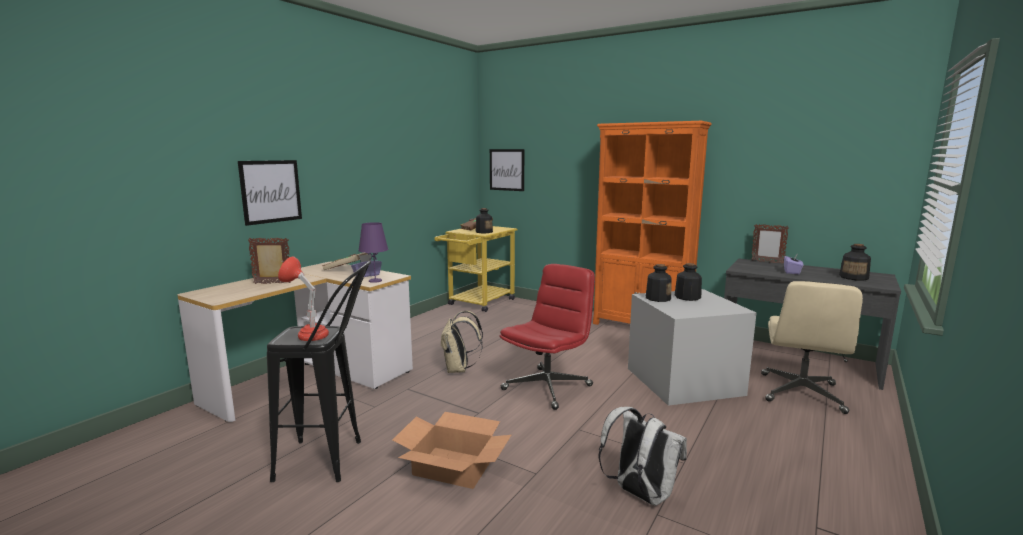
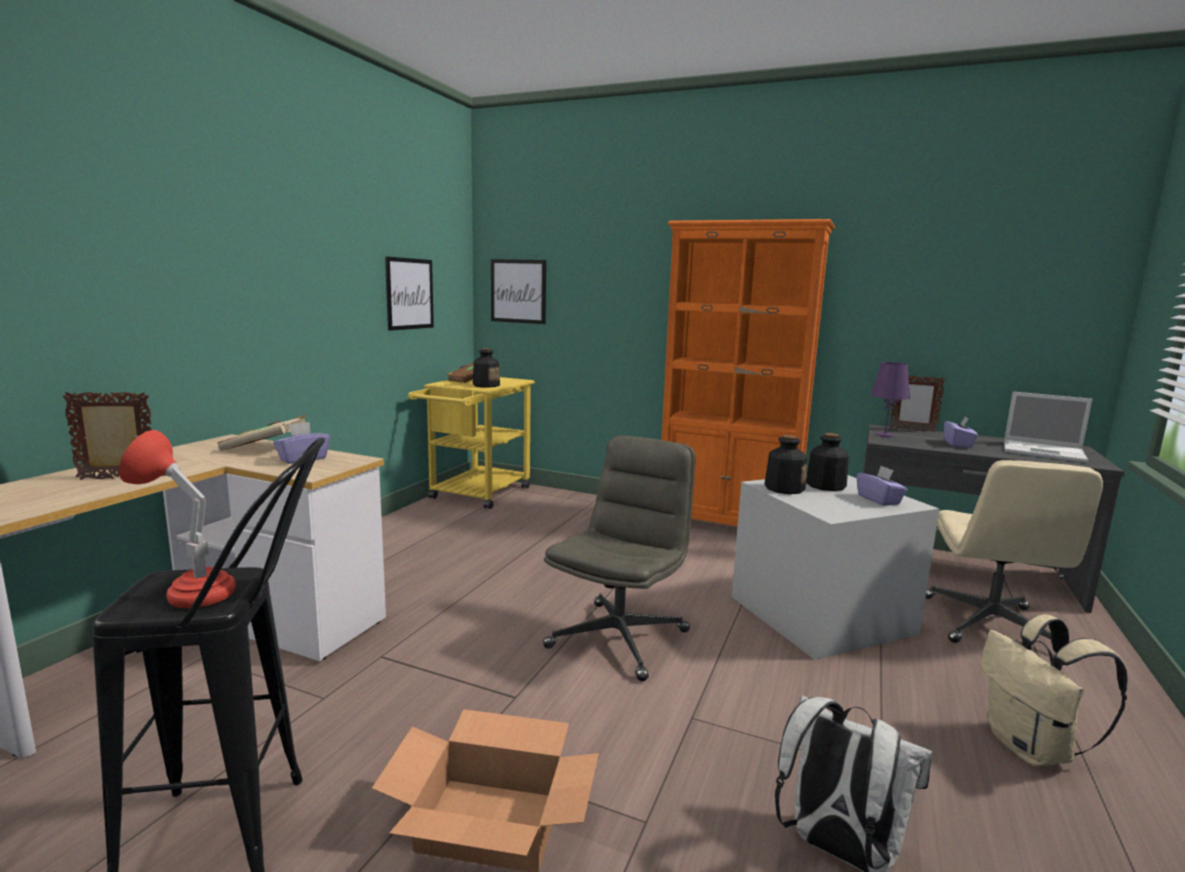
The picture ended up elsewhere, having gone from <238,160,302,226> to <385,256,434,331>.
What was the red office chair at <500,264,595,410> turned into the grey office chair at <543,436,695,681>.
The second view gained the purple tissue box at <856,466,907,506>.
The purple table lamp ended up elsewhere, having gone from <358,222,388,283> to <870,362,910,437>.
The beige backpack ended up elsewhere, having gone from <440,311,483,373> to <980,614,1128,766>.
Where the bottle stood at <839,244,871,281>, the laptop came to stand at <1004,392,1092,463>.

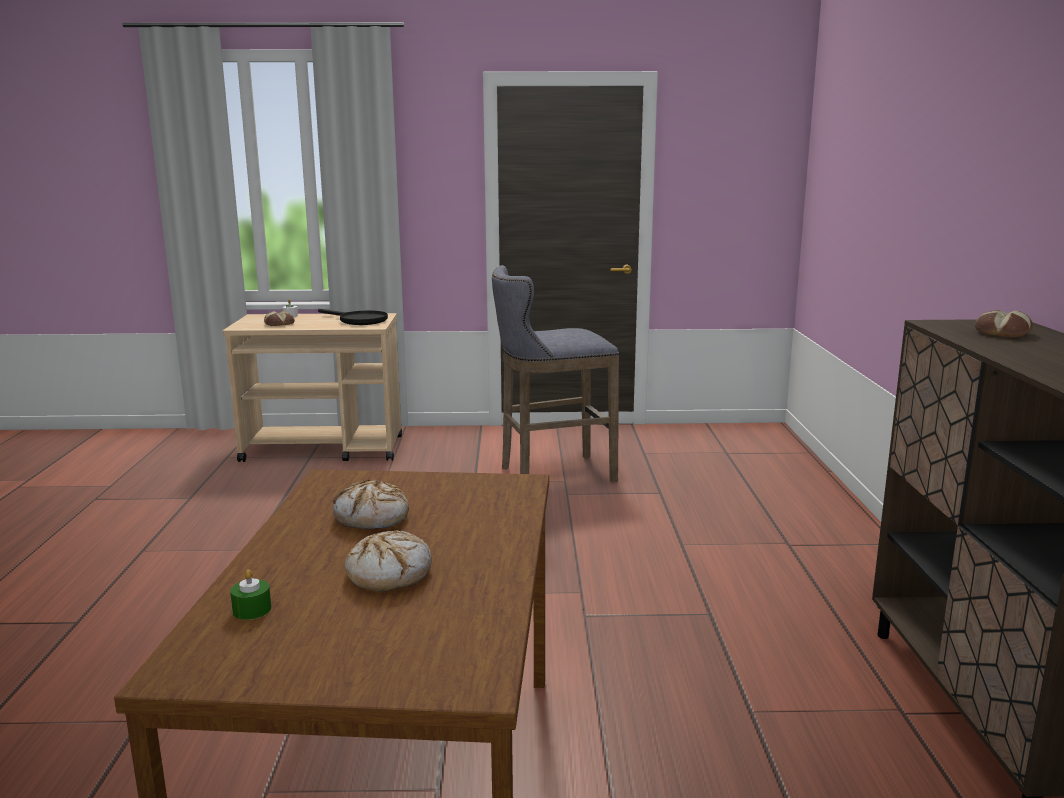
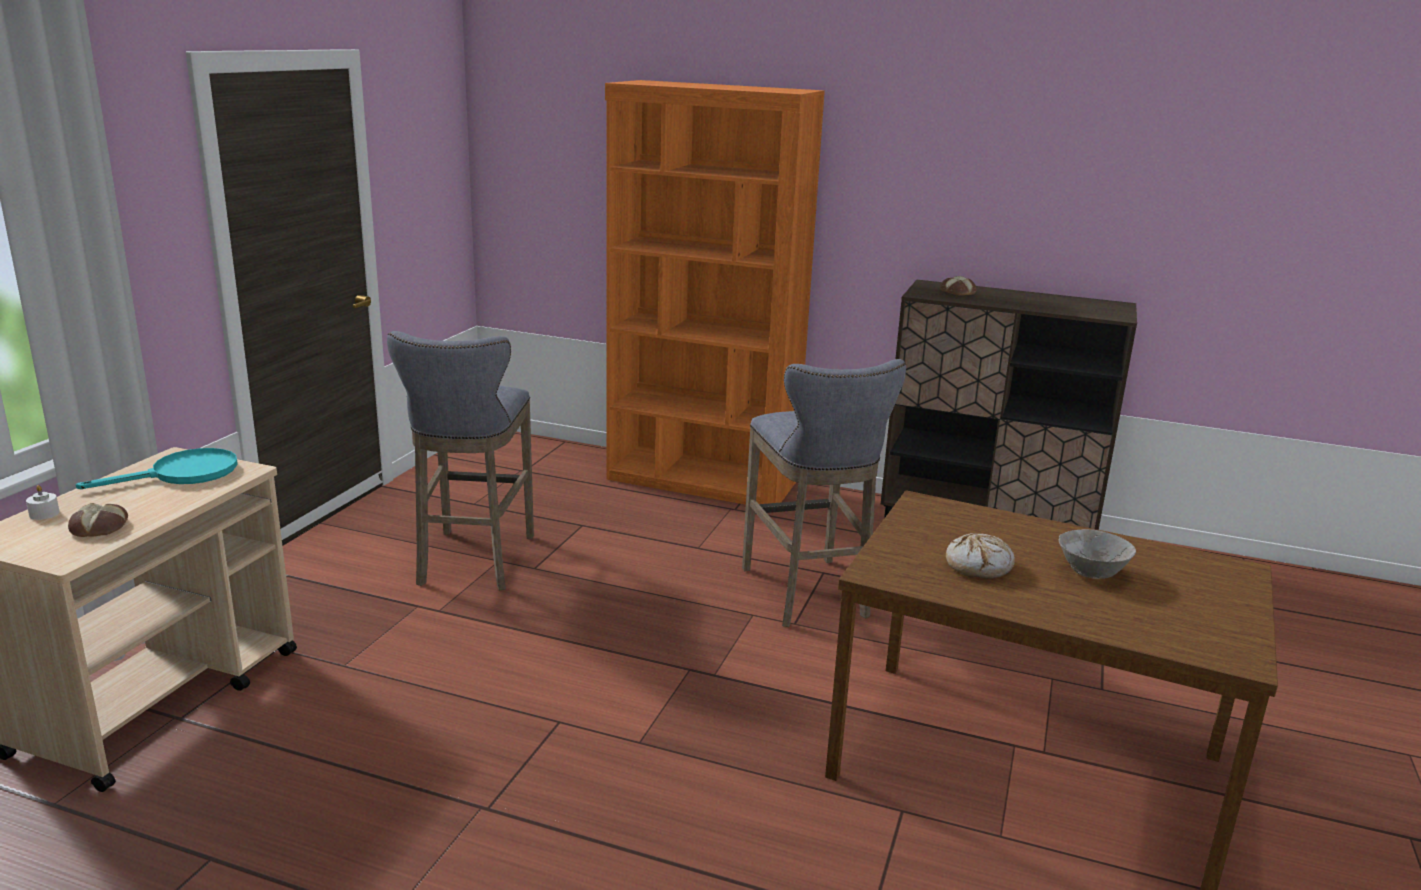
What was the black frying pan at <318,309,388,325> turned into the turquoise frying pan at <76,448,238,489>.
The second view gained the orange bookcase at <605,80,825,505>.
The second view gained the grey stool at <742,359,906,627>.
Where the bread stood at <345,530,432,592>, the grey bowl came to stand at <1059,529,1136,579>.
The second view lost the green candle at <230,569,271,620>.

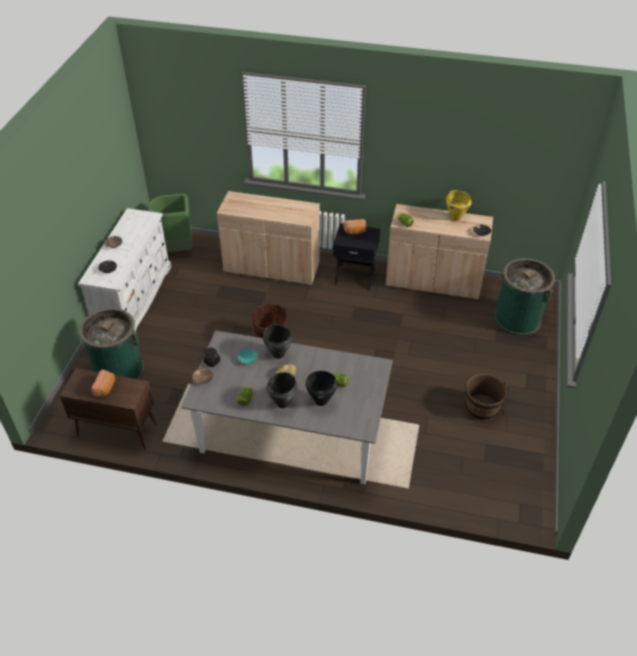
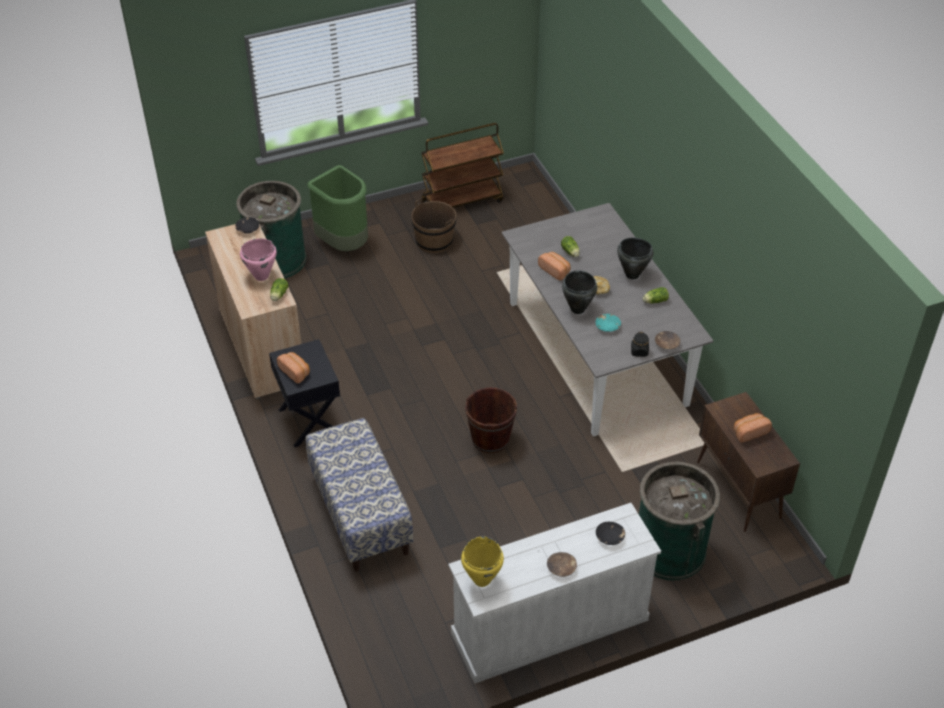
The second view gained the pink cooking pot at <240,238,277,281>.
Where the beige cabinet stood at <217,191,320,285>, the bench came to stand at <306,418,413,571>.
The green trash can ended up elsewhere, having gone from <148,194,193,252> to <307,165,368,251>.
The second view gained the brown cart at <420,123,504,208>.
The yellow cooking pot ended up elsewhere, having gone from <446,190,471,221> to <461,536,504,587>.
The second view gained the bread at <538,252,571,281>.
The second view lost the black cooking pot at <306,371,338,406>.

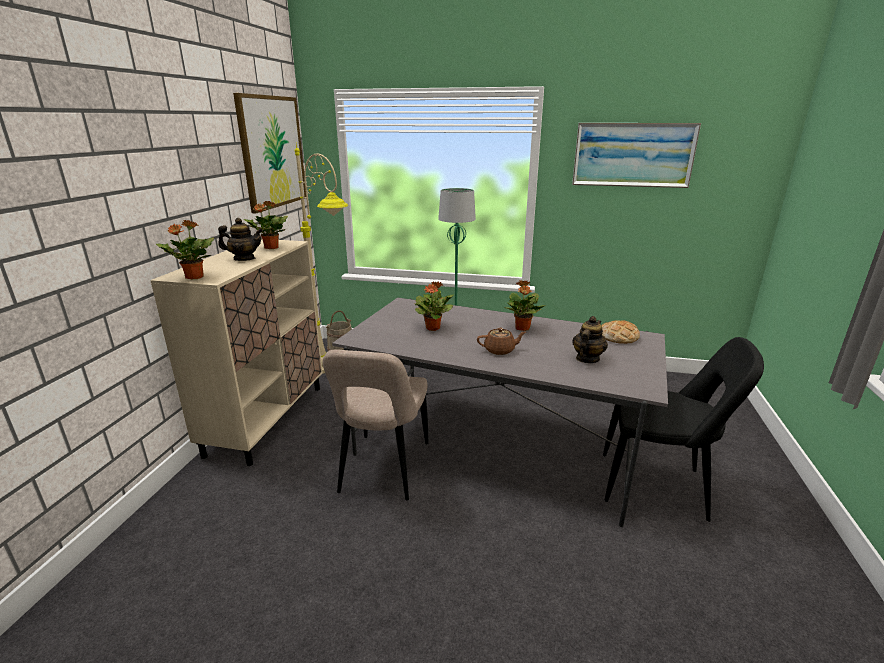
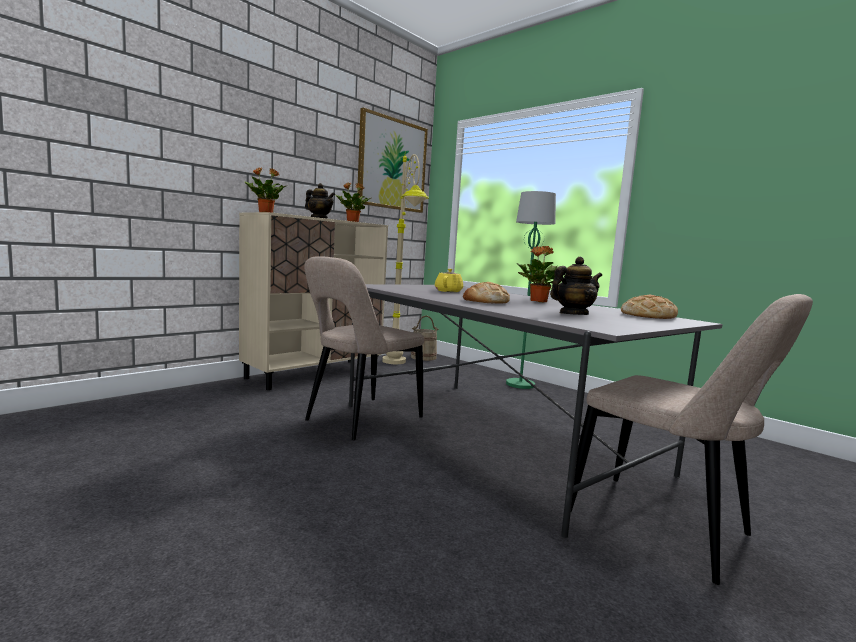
Where the potted plant stood at <414,281,453,331>, the yellow teapot came to stand at <435,269,463,292>.
Where the brown teapot stood at <477,328,526,355>, the bread came to stand at <463,282,510,304>.
What was the black chair at <603,337,764,522> turned into the beige chair at <571,294,813,585>.
The second view lost the picture at <572,123,701,188>.

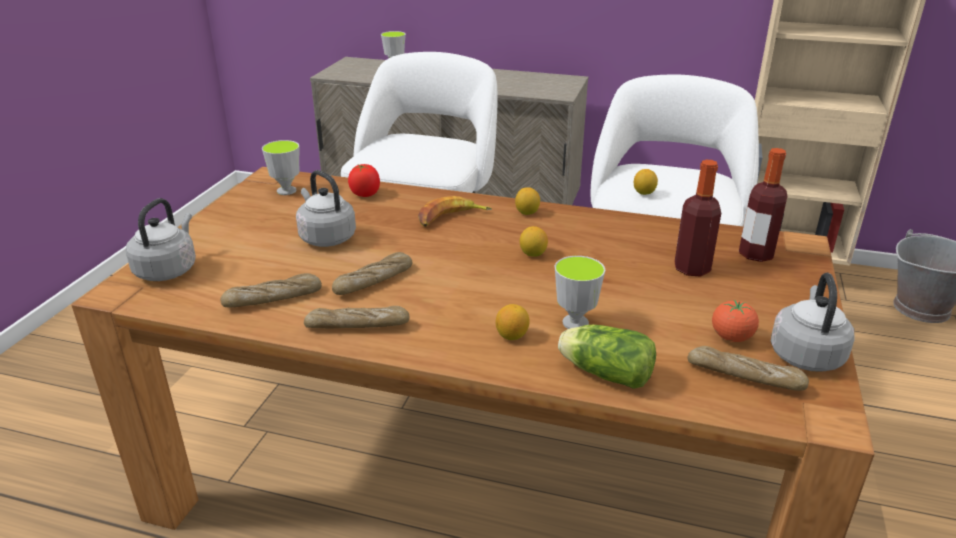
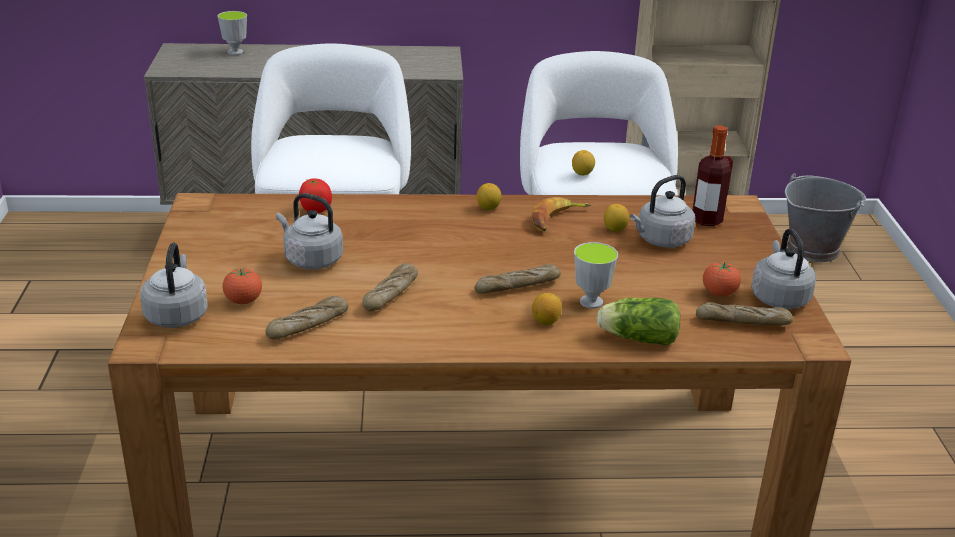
The second view gained the tomato at <223,268,262,304>.
The bread ended up elsewhere, having gone from <304,306,409,328> to <474,264,561,294>.
The banana ended up elsewhere, having gone from <418,196,492,227> to <532,197,591,231>.
The lemon ended up elsewhere, having gone from <520,226,548,257> to <604,204,629,232>.
Where the bottle stood at <675,160,721,276>, the grey kettle came to stand at <630,175,695,248>.
The second view lost the cup at <262,140,299,195>.

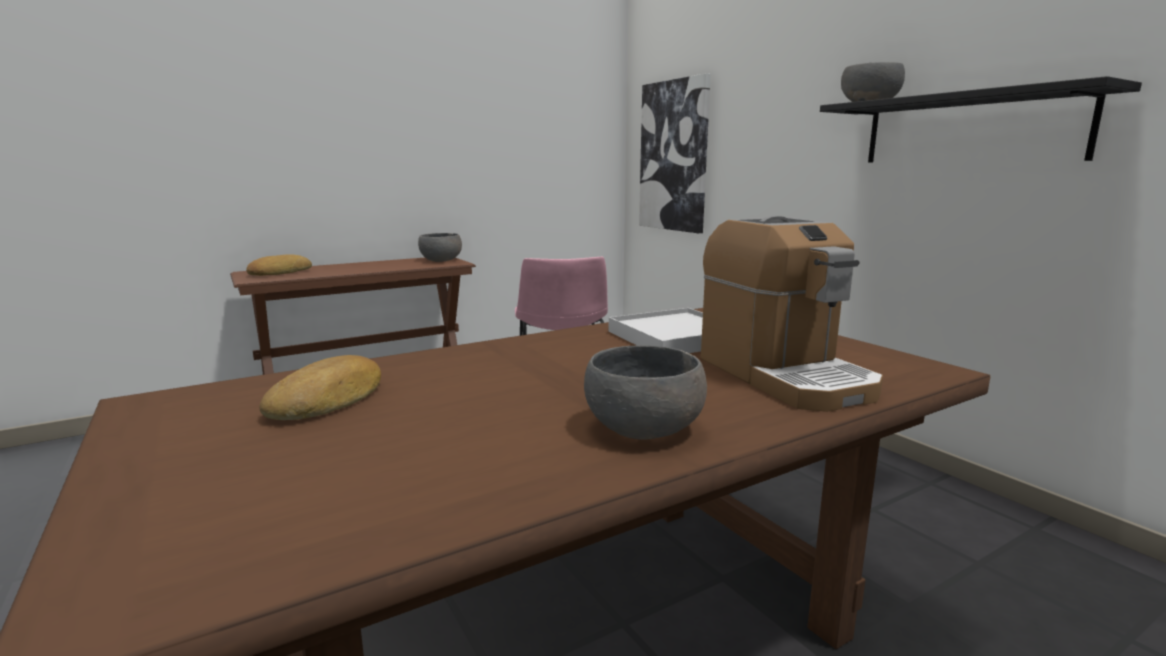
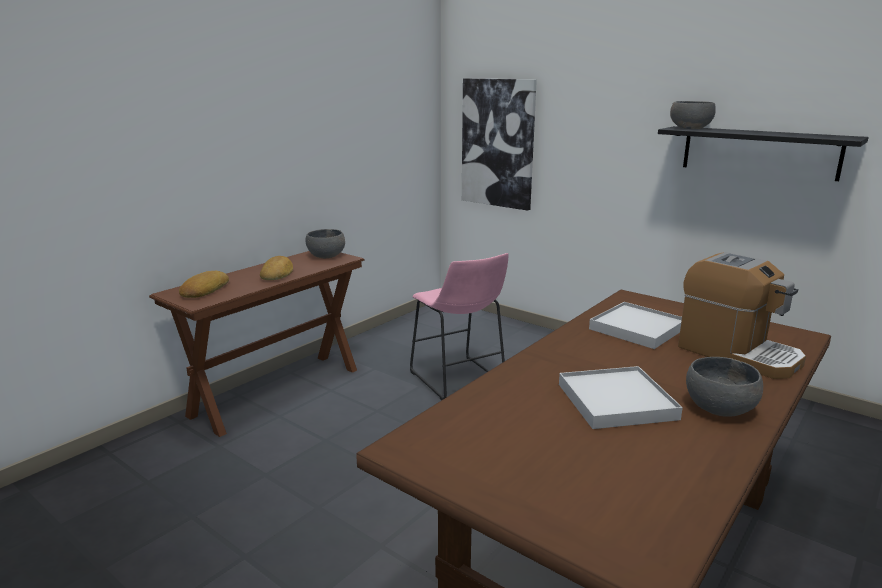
The bread ended up elsewhere, having gone from <259,355,381,420> to <260,256,293,280>.
The second view gained the white tray at <559,366,683,429>.

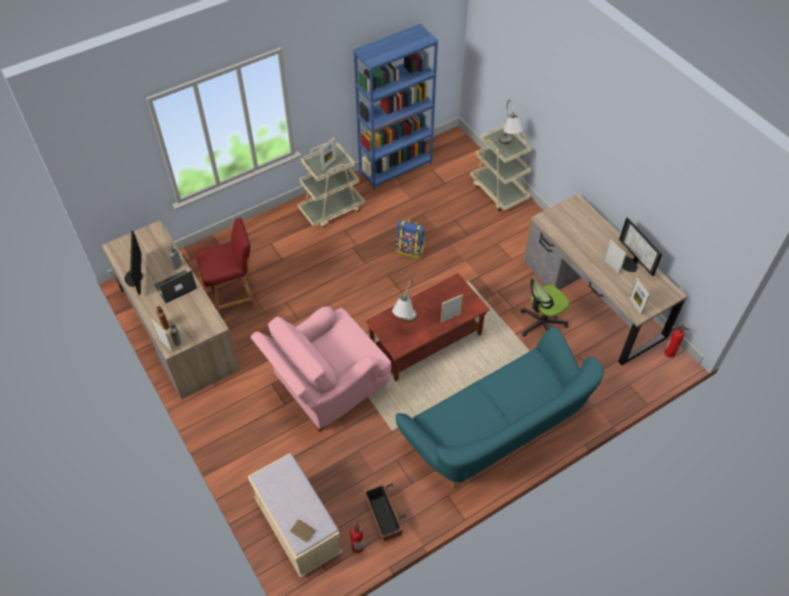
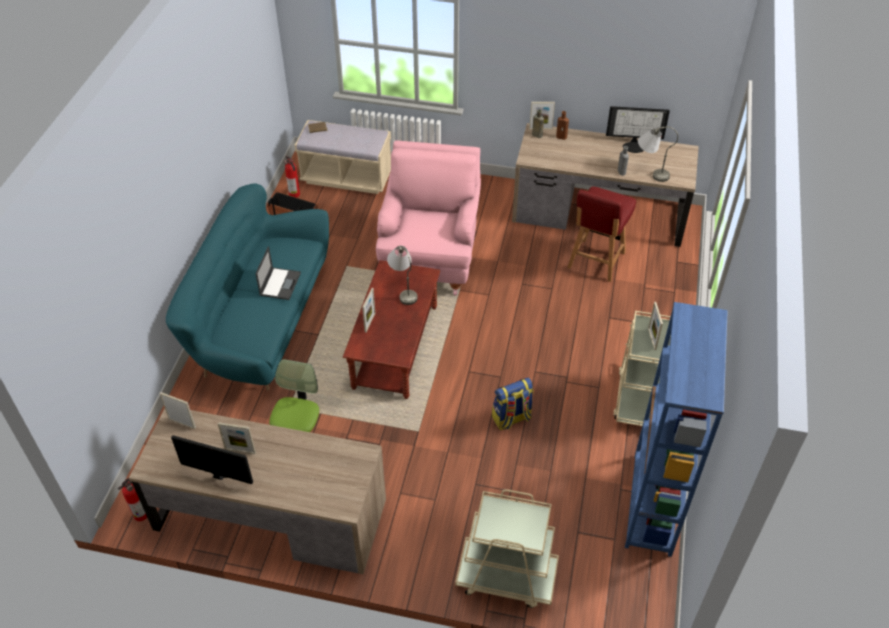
The laptop ended up elsewhere, having gone from <154,270,197,303> to <255,246,301,300>.
The monitor at <124,231,142,295> ended up facing another way, 150 degrees clockwise from before.
The grey table lamp ended up elsewhere, having gone from <498,100,522,144> to <638,127,678,182>.

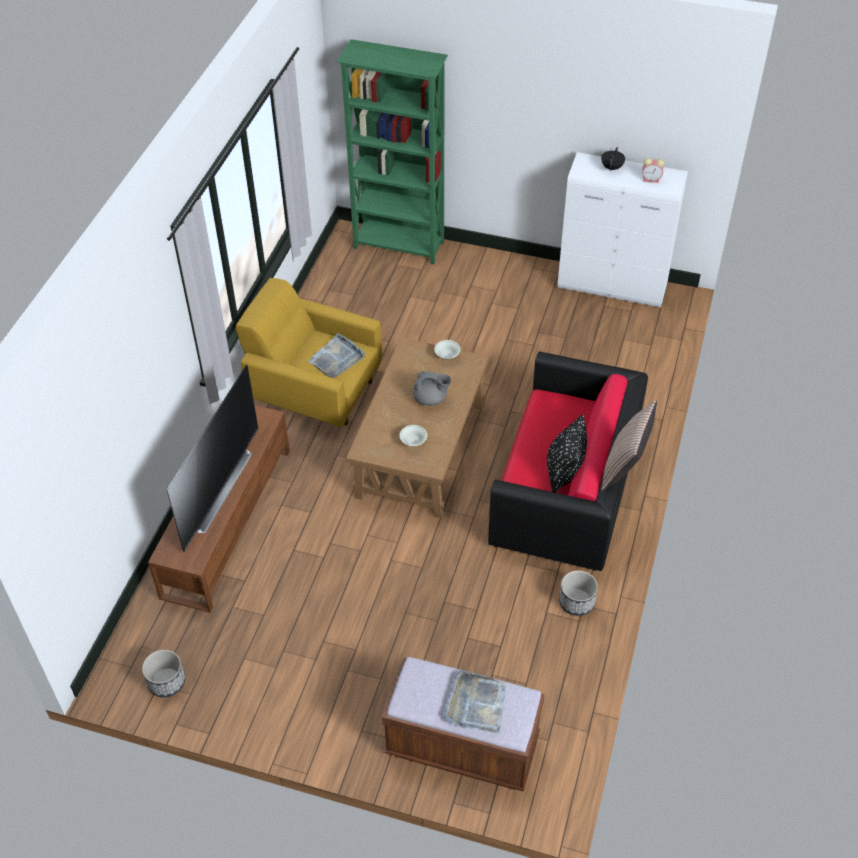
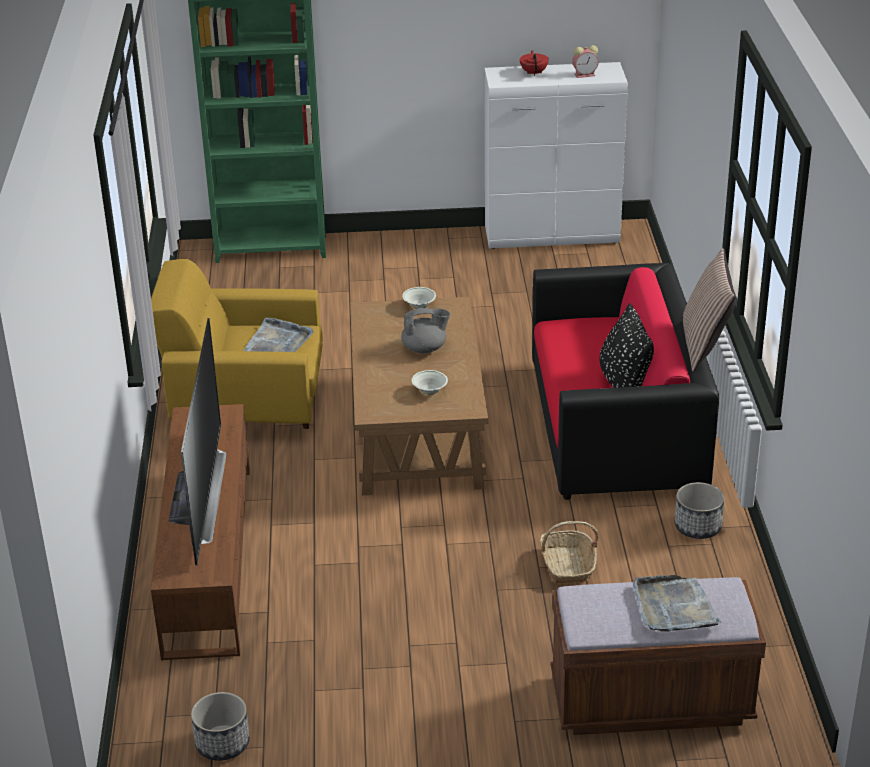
What was the black teapot at <601,147,625,170> turned into the red teapot at <520,50,549,76>.
The second view gained the basket at <540,521,599,583>.

